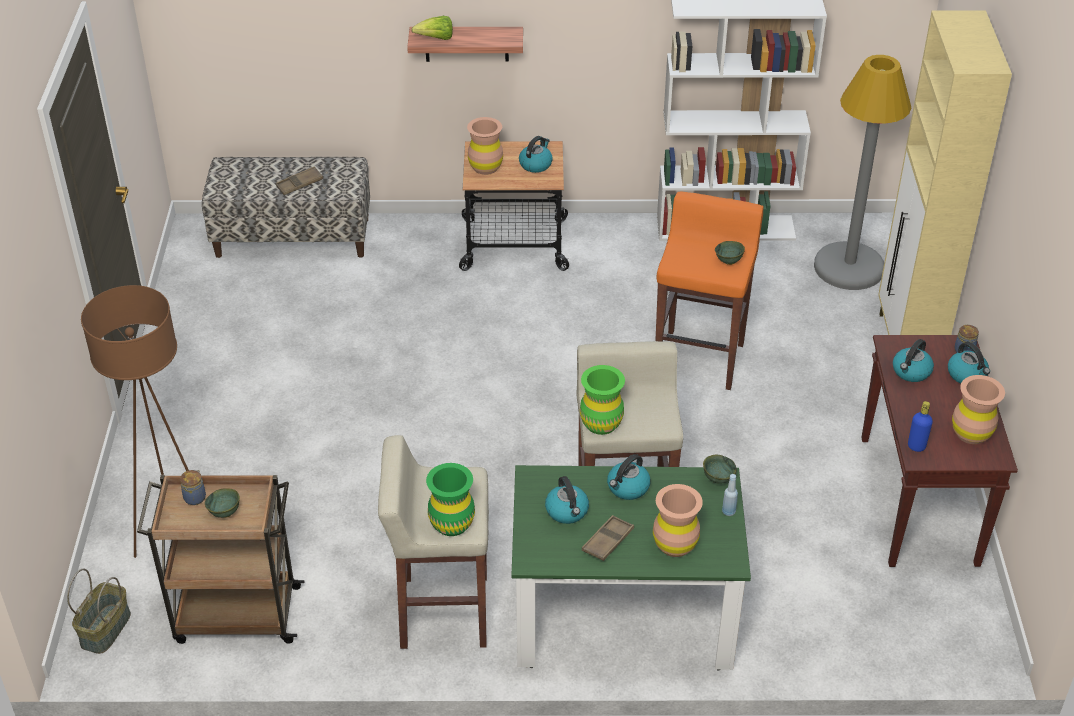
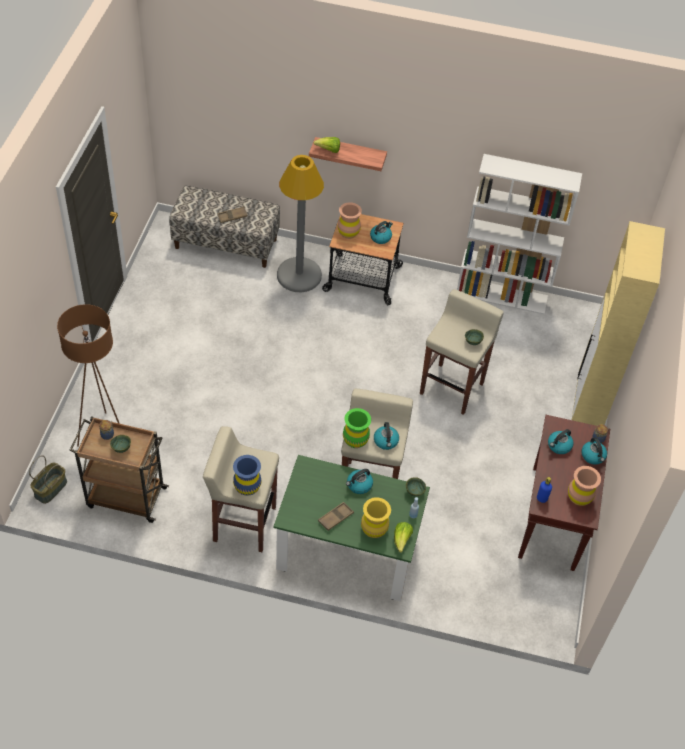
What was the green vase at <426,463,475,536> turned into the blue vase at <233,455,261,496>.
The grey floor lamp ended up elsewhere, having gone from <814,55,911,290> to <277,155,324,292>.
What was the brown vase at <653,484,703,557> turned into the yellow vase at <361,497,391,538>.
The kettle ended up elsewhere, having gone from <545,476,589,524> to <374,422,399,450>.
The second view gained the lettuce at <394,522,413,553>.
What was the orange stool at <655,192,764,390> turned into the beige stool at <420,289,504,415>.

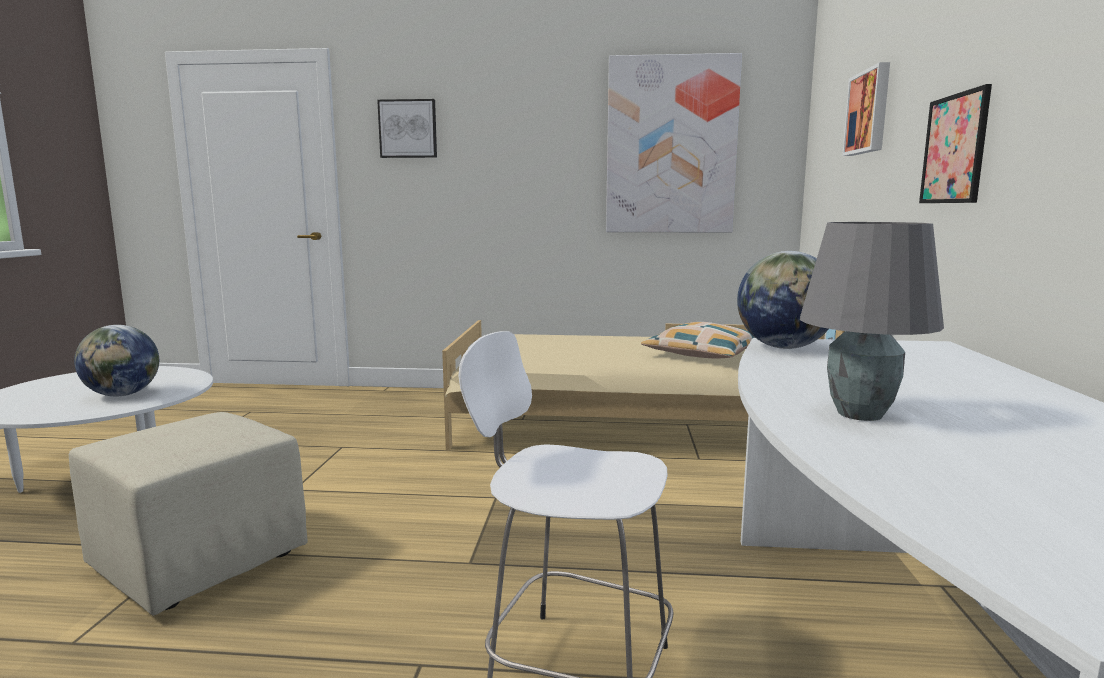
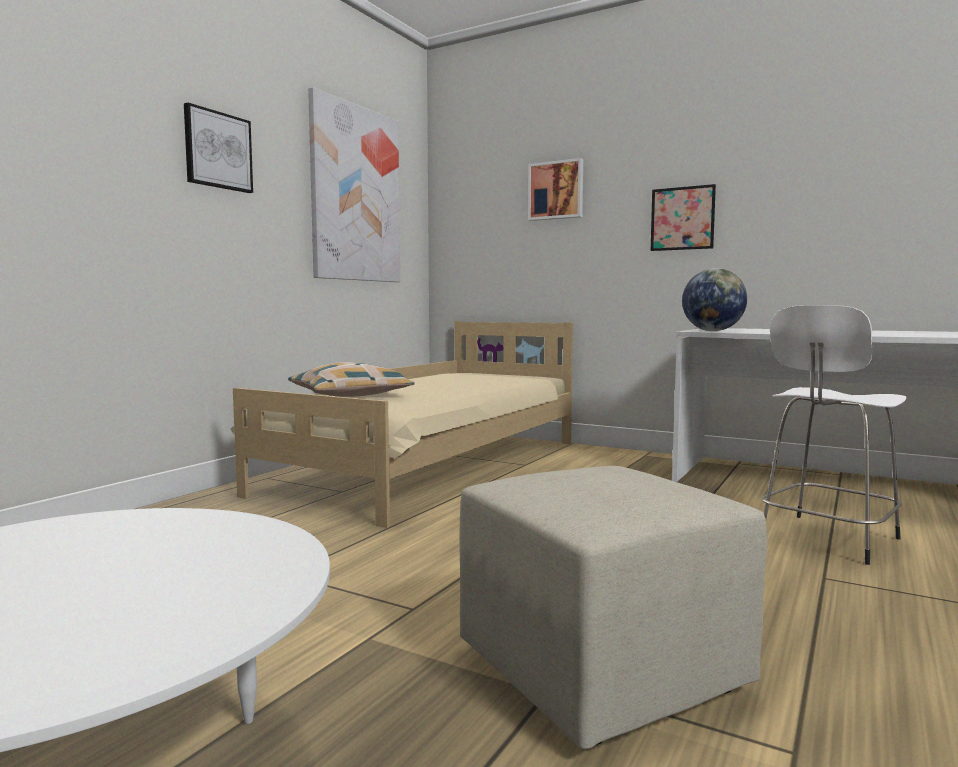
The picture ended up elsewhere, having gone from <377,99,437,158> to <184,103,253,193>.
The pillow ended up elsewhere, having gone from <641,322,755,358> to <288,362,414,397>.
The second view lost the globe at <74,325,159,396>.
The second view lost the grey table lamp at <800,222,944,421>.

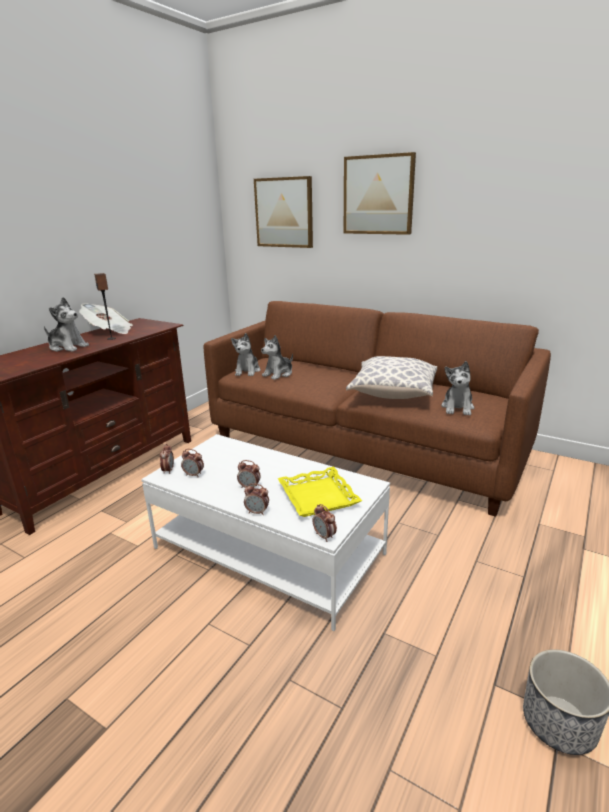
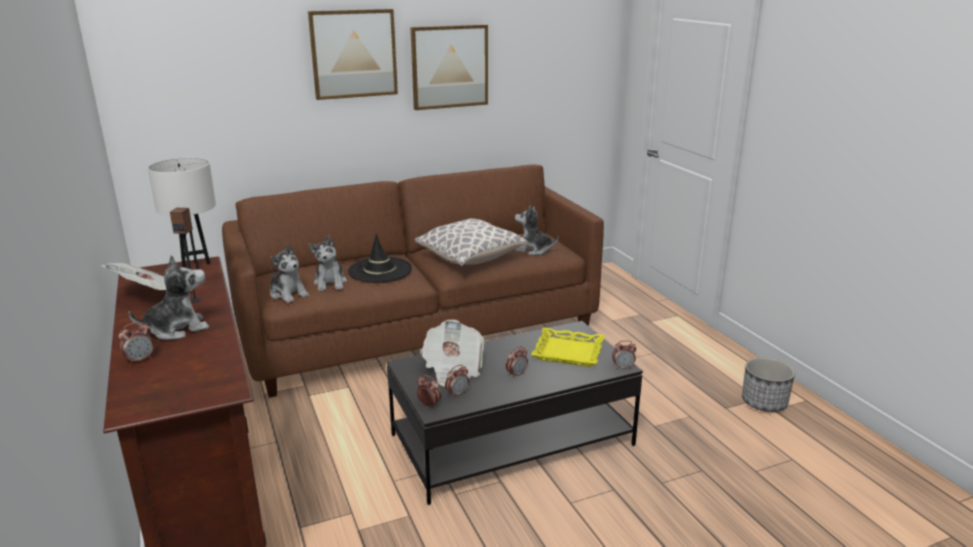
The alarm clock ended up elsewhere, having gone from <244,483,269,515> to <119,322,154,365>.
The second view gained the white table lamp at <148,158,216,270>.
The second view gained the black hat at <348,234,412,283>.
What was the white coffee table at <141,434,390,631> turned into the black coffee table at <387,321,643,505>.
The picture ended up elsewhere, having gone from <254,176,313,248> to <410,24,488,110>.
The second view gained the newspaper at <421,319,485,387>.
The plush toy at <441,361,474,415> ended up facing another way, 150 degrees clockwise from before.

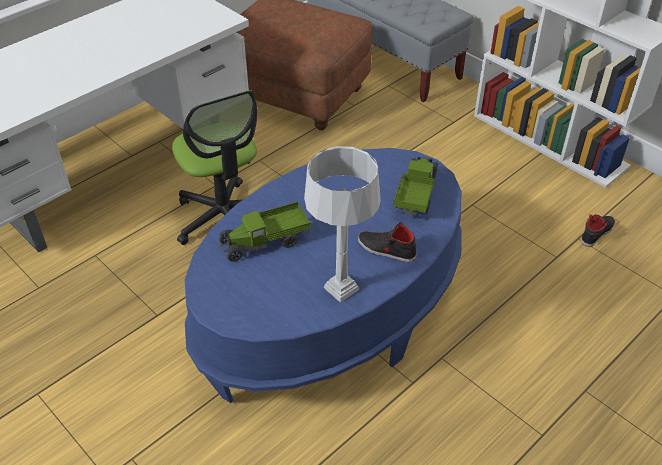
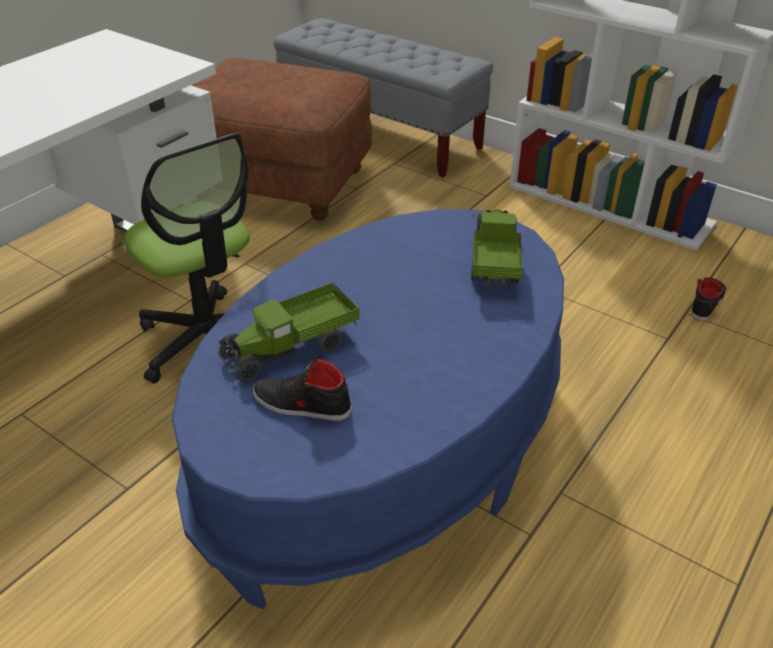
The black shoe ended up elsewhere, having gone from <358,222,417,263> to <253,355,352,421>.
The second view lost the grey table lamp at <304,146,381,303>.

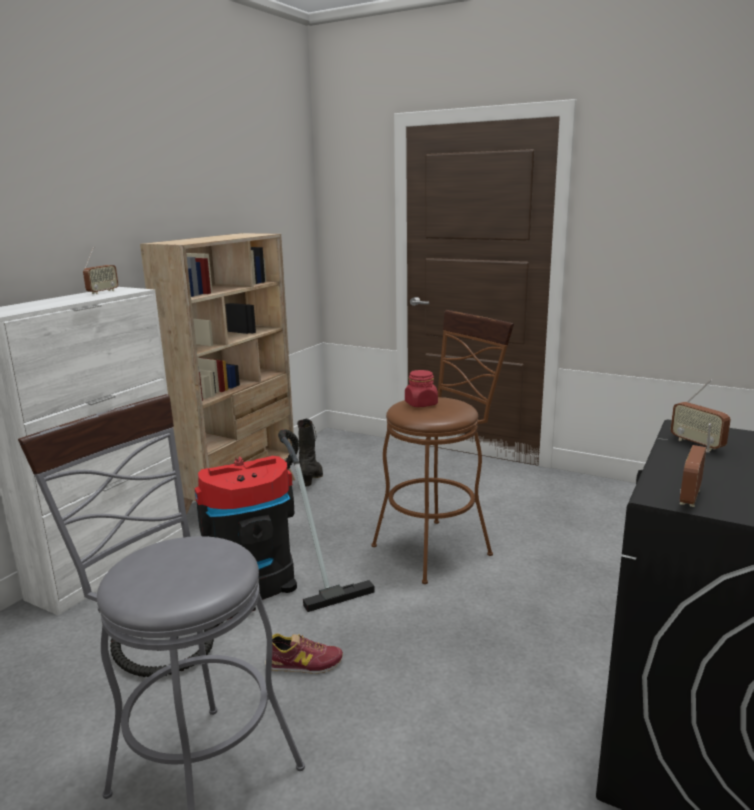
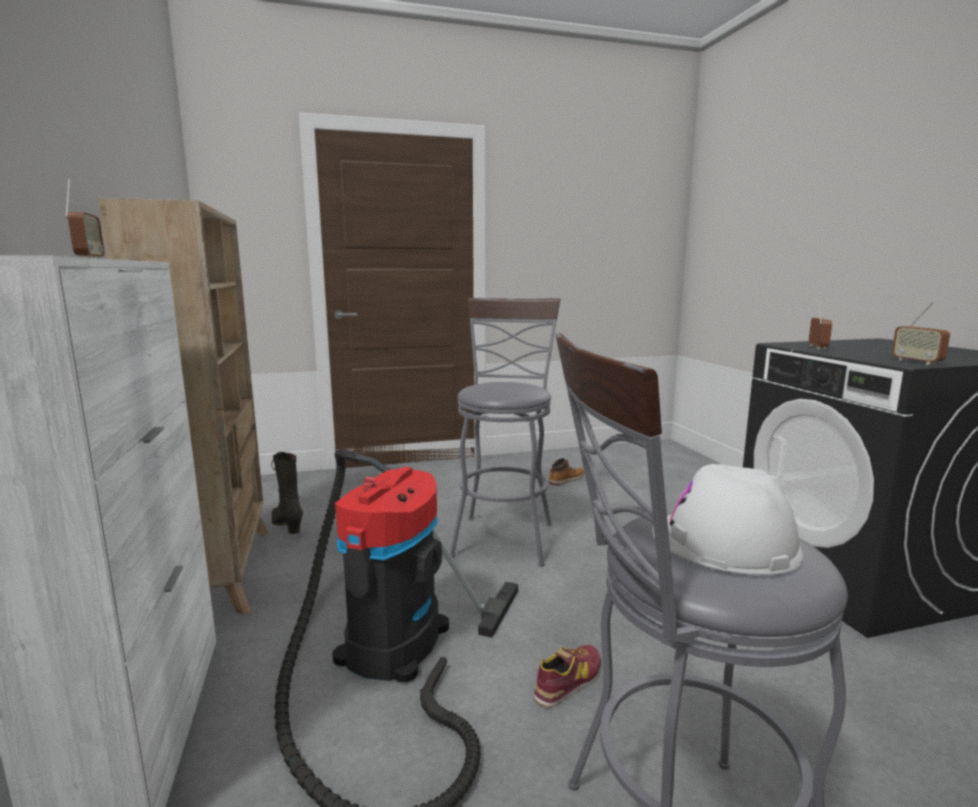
What was the brown stool at <371,310,514,584> turned into the grey stool at <450,298,560,566>.
The second view gained the boot at <548,458,584,486>.
The second view gained the white hard hat at <652,464,804,575>.
The radio at <671,379,731,451> ended up facing another way, 90 degrees counterclockwise from before.
The second view lost the red jar at <405,370,438,407>.

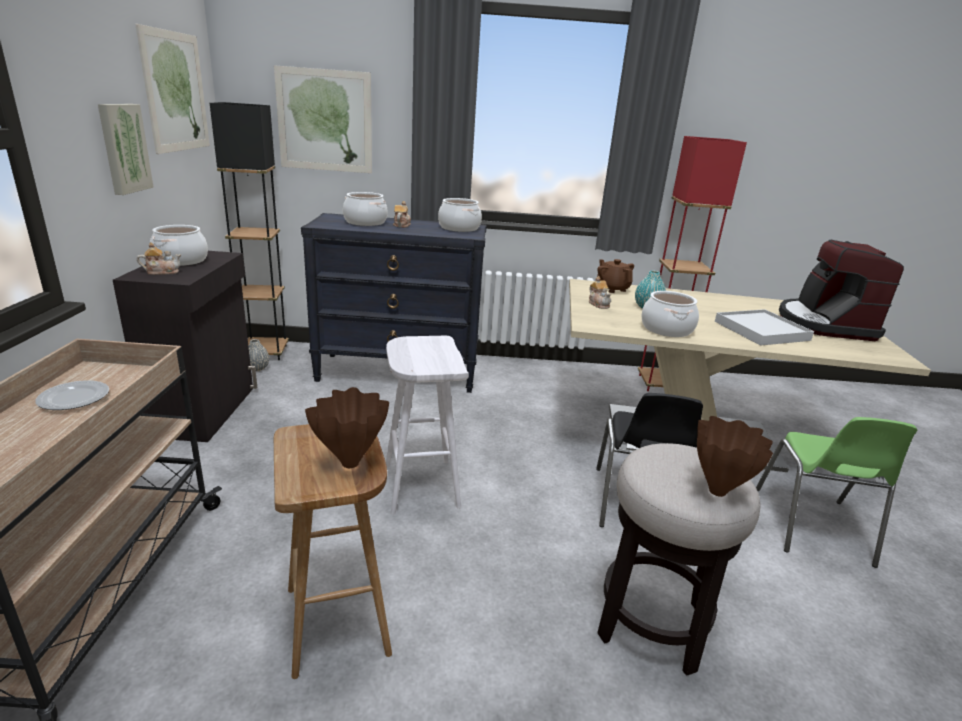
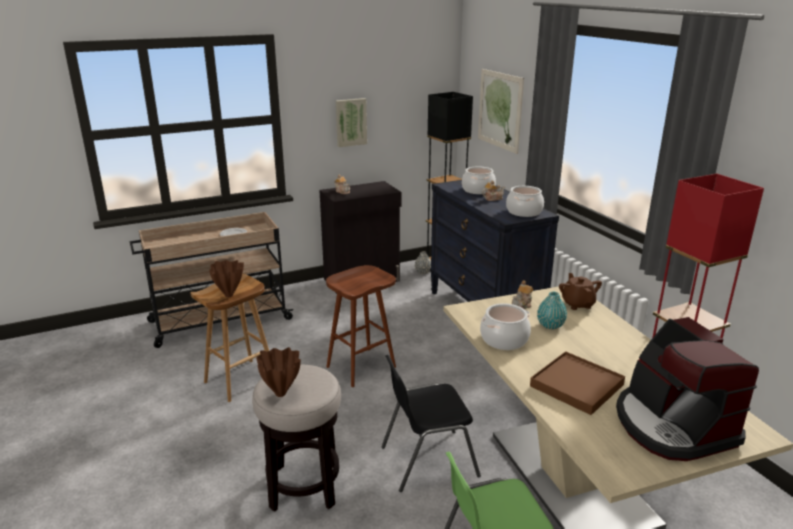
What was the white stool at <386,336,469,515> turned into the brown stool at <326,265,396,387>.
What was the white tray at <715,309,814,346> turned into the brown tray at <530,351,625,415>.
The brown teapot at <597,259,634,293> ended up facing another way, 45 degrees counterclockwise from before.
The coffee machine at <779,240,904,341> ended up facing another way, 90 degrees counterclockwise from before.
The second view lost the picture at <135,24,210,154>.
The second view lost the cooking pot at <150,225,208,266>.

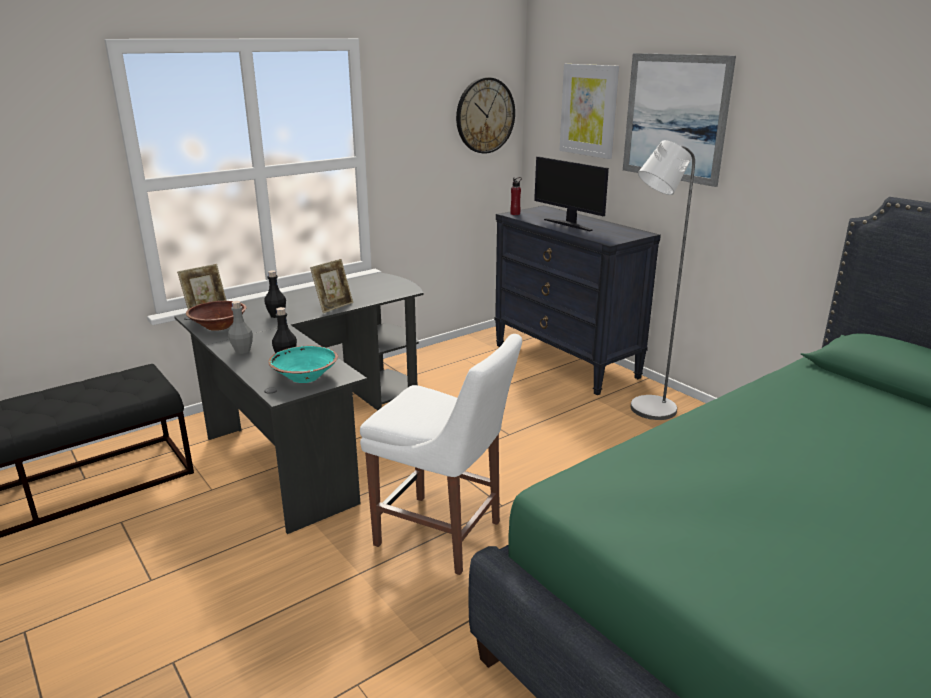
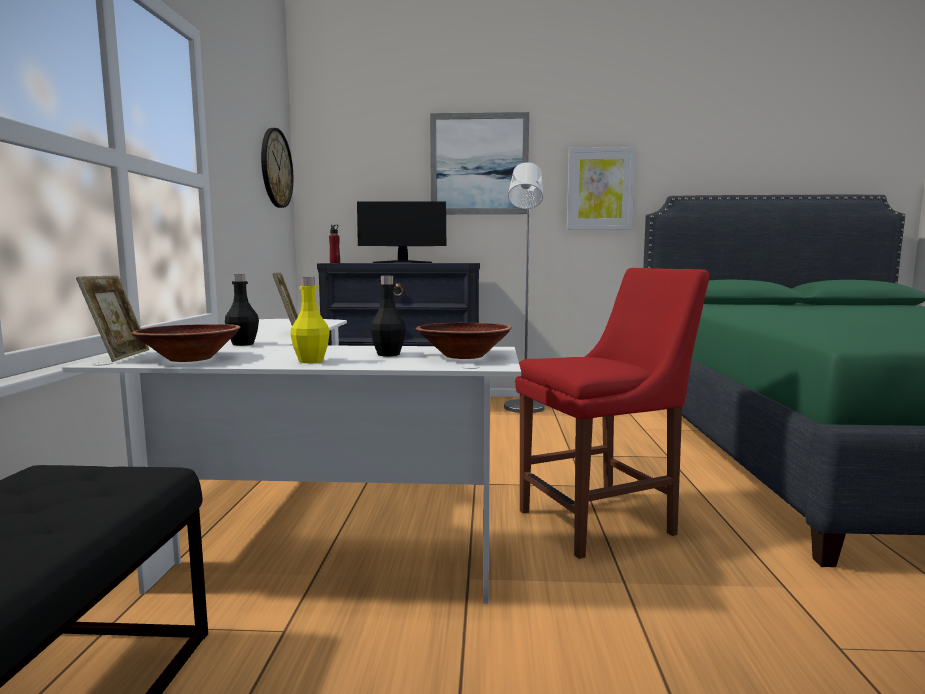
What was the black desk at <174,272,424,534> turned into the white desk at <62,319,521,604>.
What was the grey bottle at <228,301,253,354> turned into the yellow bottle at <290,277,330,363>.
What was the turquoise bowl at <268,346,338,383> turned into the brown bowl at <416,323,512,359>.
What was the white chair at <360,334,522,575> turned into the red chair at <515,268,709,559>.
The picture ended up elsewhere, having gone from <560,64,619,159> to <567,147,636,230>.

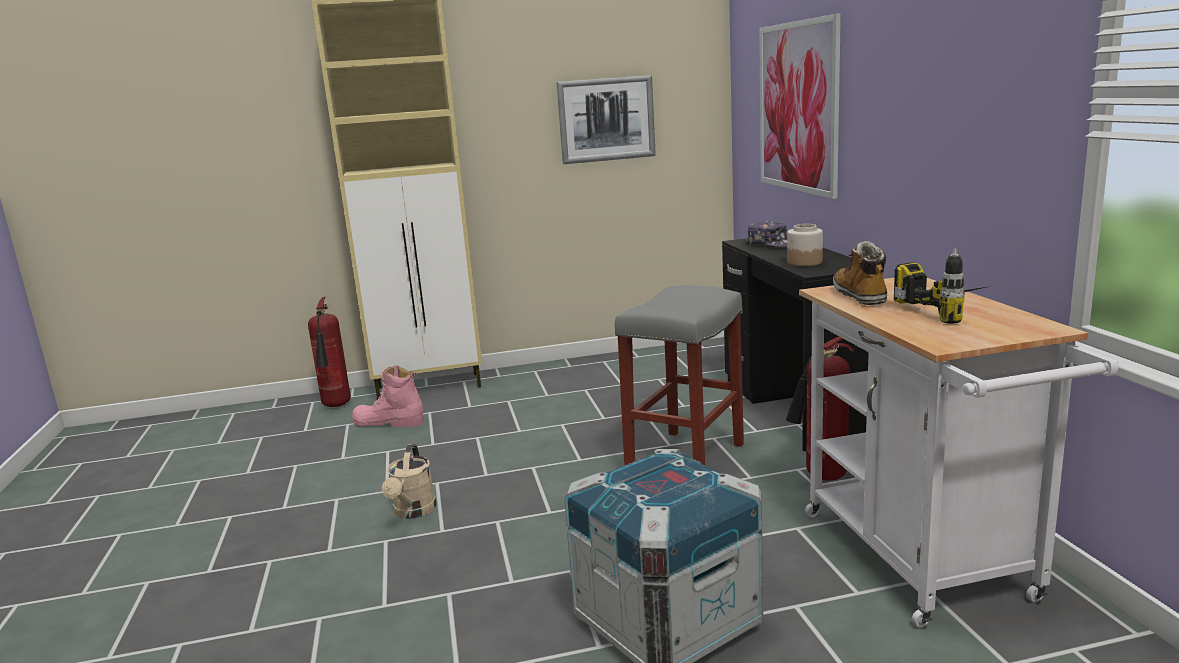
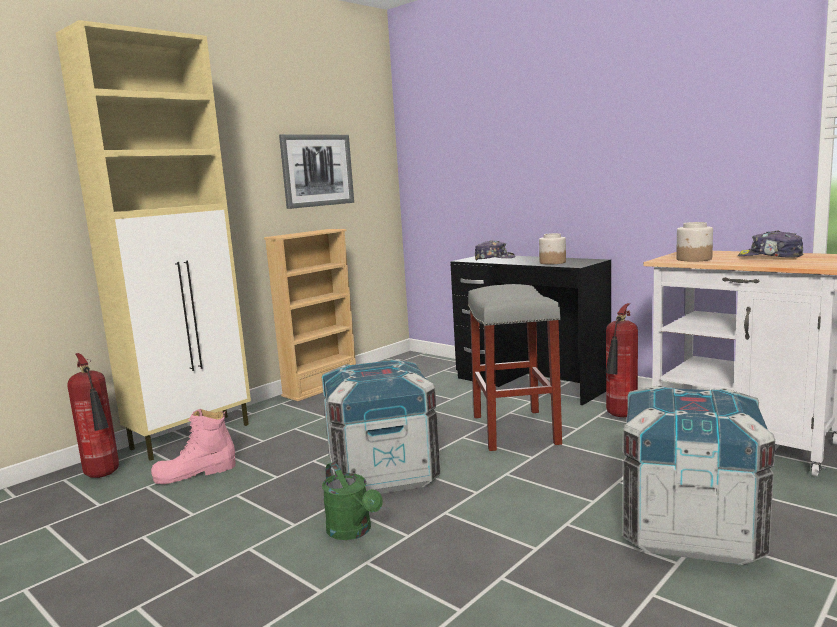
The second view gained the beige bookcase at <264,229,356,401>.
The second view gained the crate at <322,359,440,494>.
What was the beige watering can at <382,444,437,519> turned into the green watering can at <322,462,383,540>.
Where the boot stood at <833,241,887,305>, the jar came to stand at <676,222,713,262>.
Where the power drill stood at <894,249,991,324>, the cap came to stand at <738,231,803,258>.
The second view lost the picture at <759,13,841,199>.

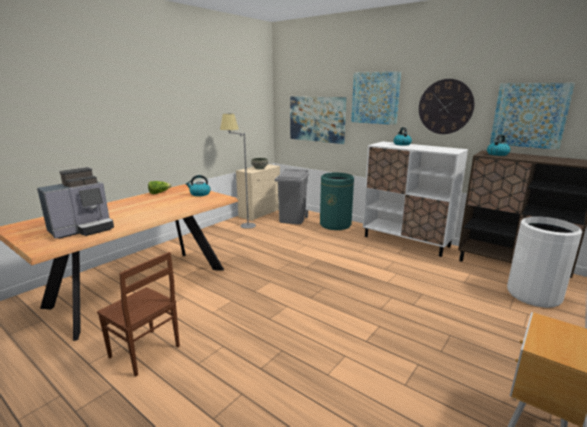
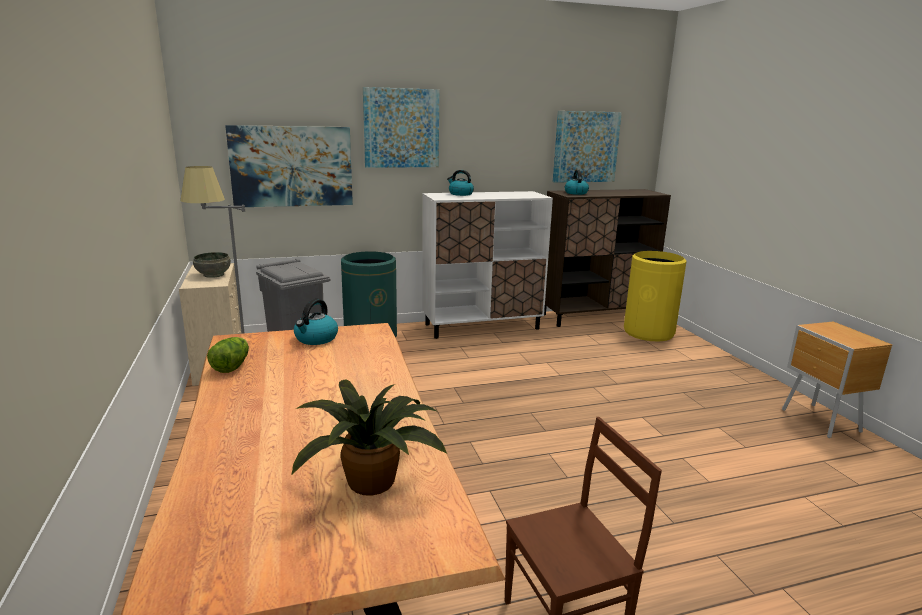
Where the coffee machine stood at <37,167,114,239>, the potted plant came to stand at <291,379,447,496>.
What was the white trash can at <507,216,583,308> turned into the yellow trash can at <624,251,687,342>.
The second view lost the wall clock at <419,79,475,134>.

